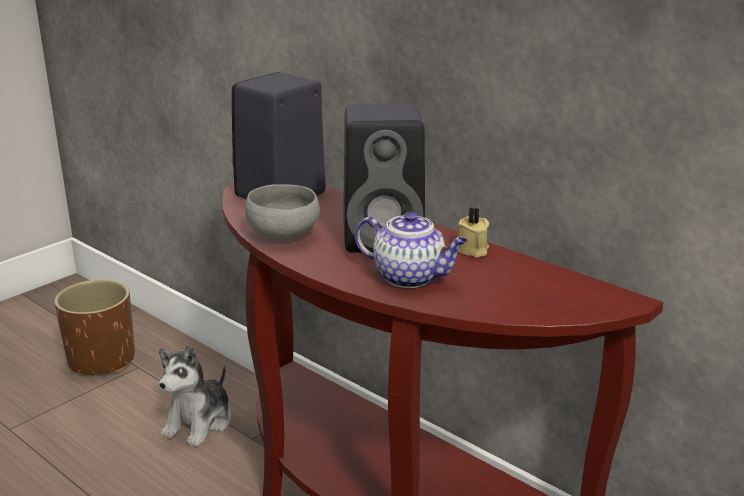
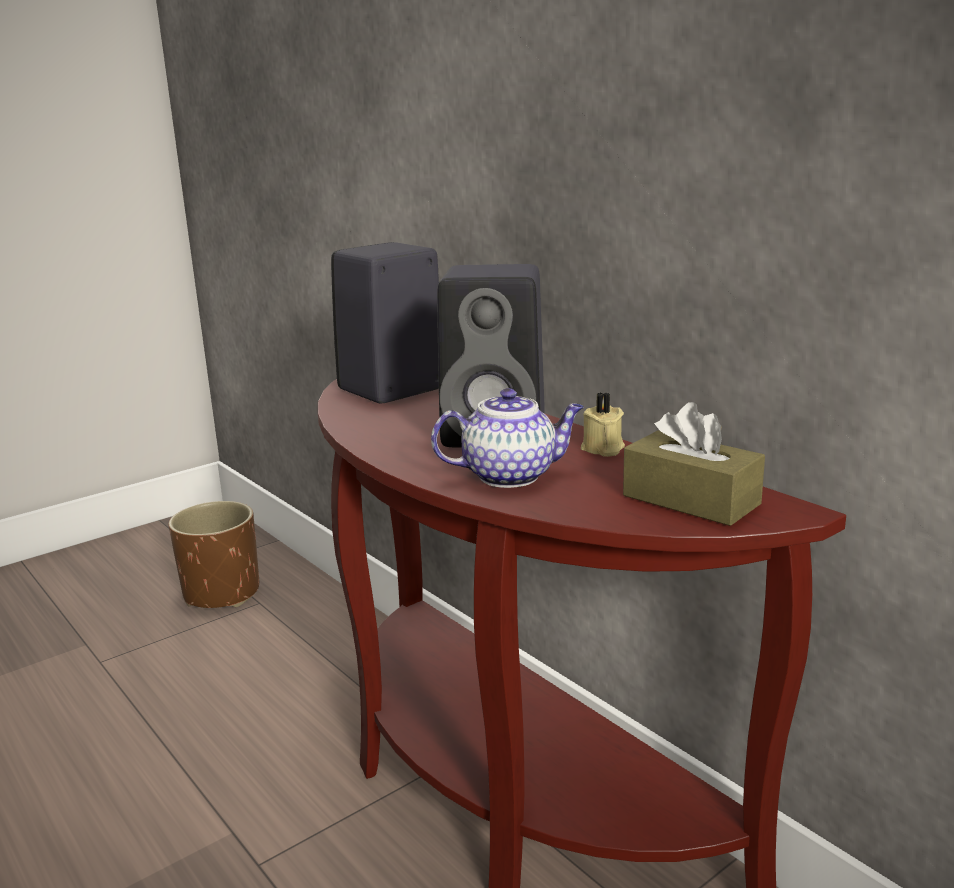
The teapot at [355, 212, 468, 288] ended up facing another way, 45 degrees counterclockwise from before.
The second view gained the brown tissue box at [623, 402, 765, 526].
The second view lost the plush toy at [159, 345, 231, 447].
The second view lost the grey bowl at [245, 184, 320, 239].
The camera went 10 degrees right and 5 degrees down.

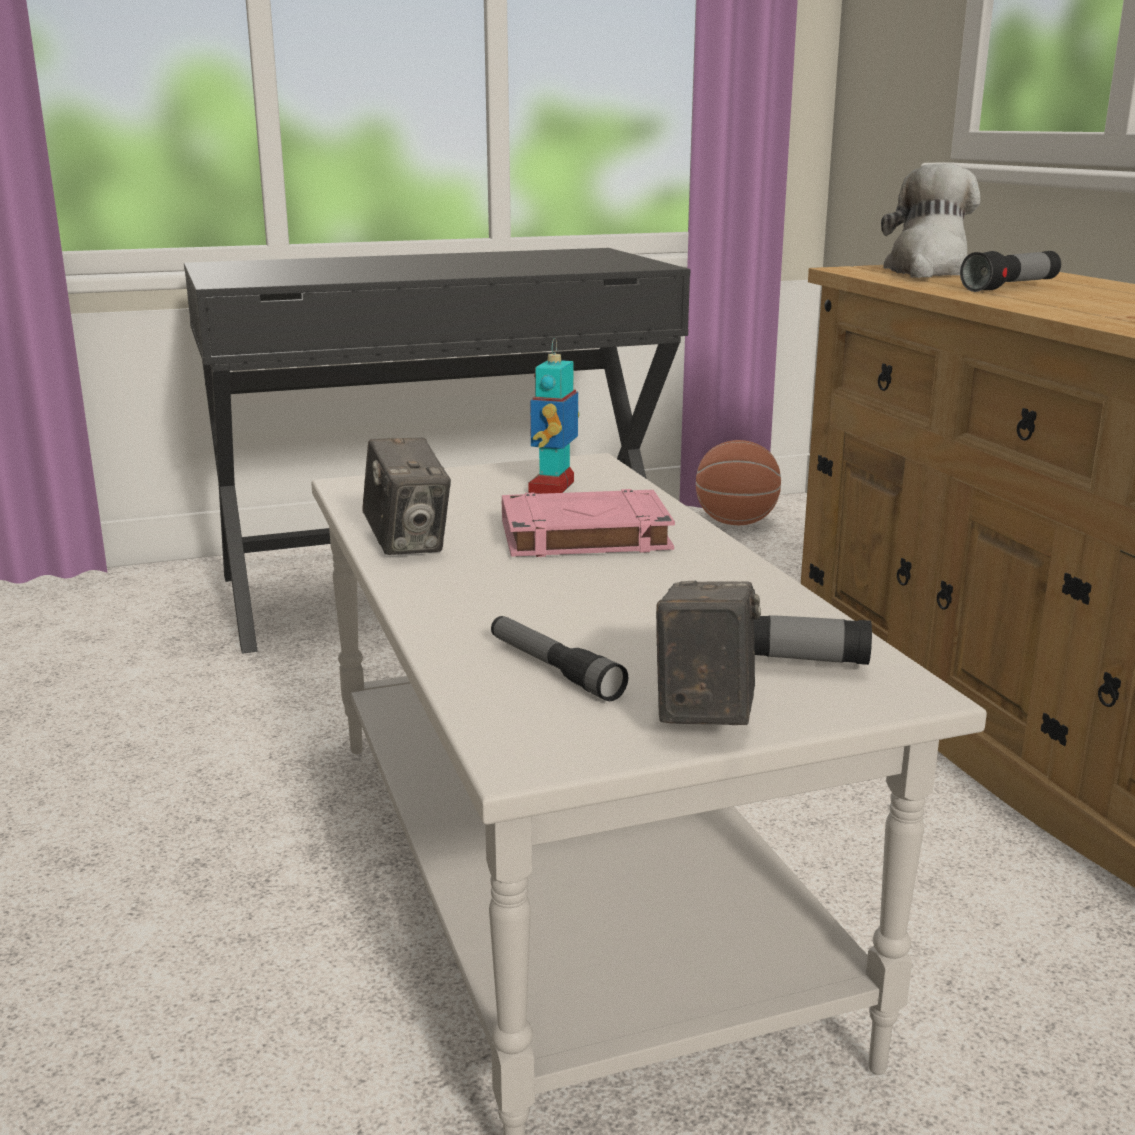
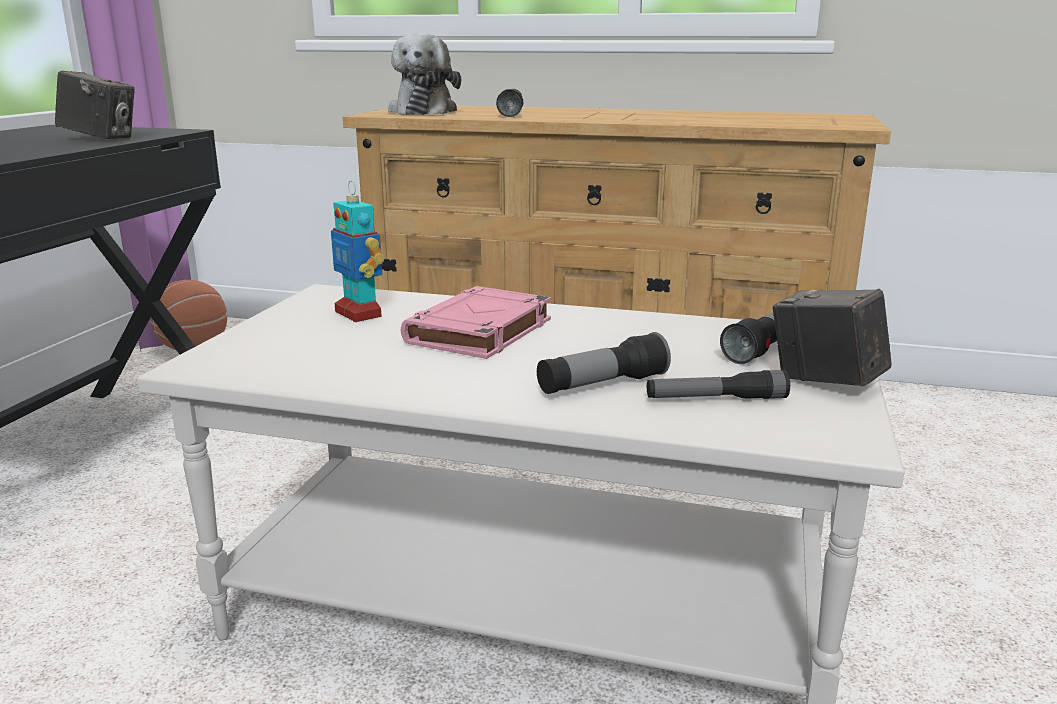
The photo camera ended up elsewhere, having gone from [362, 438, 451, 555] to [55, 71, 135, 139].
The plush toy at [881, 163, 980, 278] ended up facing another way, 150 degrees counterclockwise from before.
The second view gained the flashlight at [537, 332, 671, 394].
The camera went 55 degrees left and 0 degrees up.

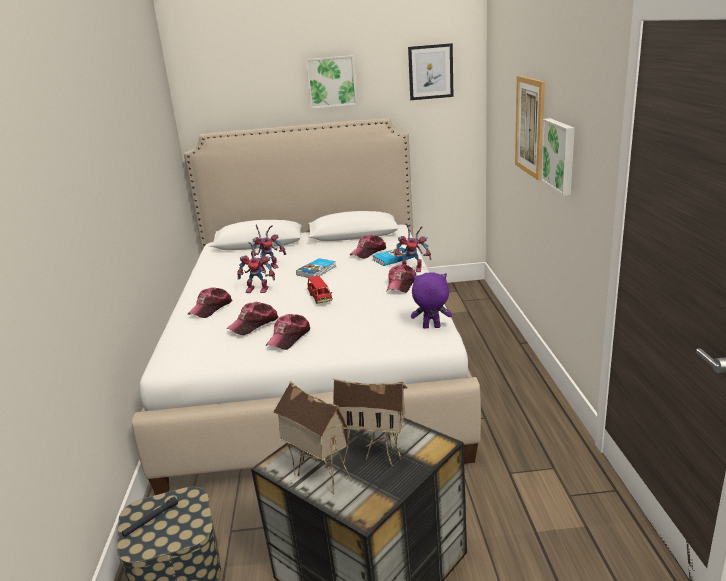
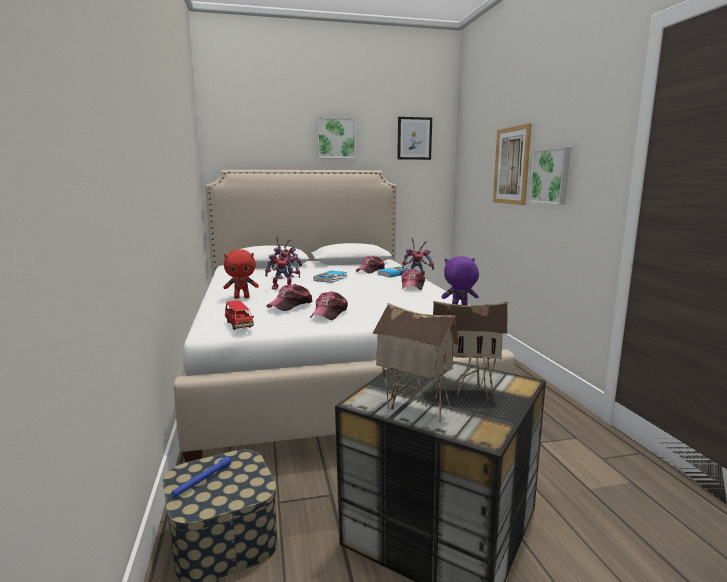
What was the black flashlight at [122, 497, 178, 537] turned into the blue flashlight at [171, 456, 231, 497].
Where the cap stood at [188, 288, 232, 318], the red plush toy came to stand at [223, 249, 259, 299].
The red toy car ended up elsewhere, having gone from [307, 276, 333, 303] to [225, 300, 254, 330].
The camera went 10 degrees left and 10 degrees down.

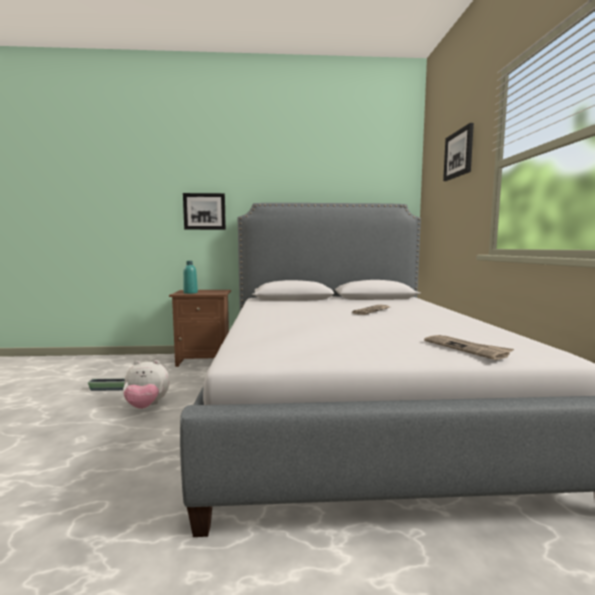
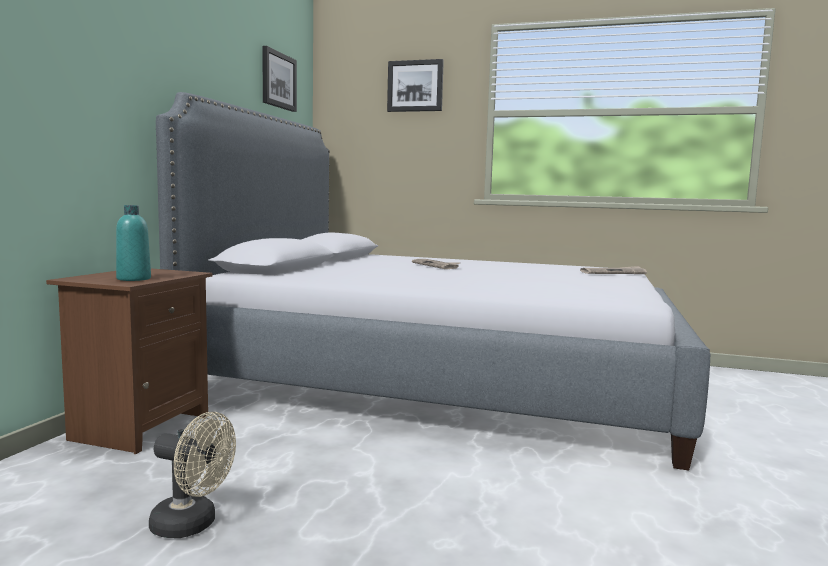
Where the planter stood at [88, 378, 125, 391], the beige fan came to stand at [149, 412, 236, 538].
The picture ended up elsewhere, having gone from [183, 193, 226, 230] to [262, 46, 297, 112].
The second view lost the plush toy at [123, 360, 170, 409].
The camera went 70 degrees left and 0 degrees up.

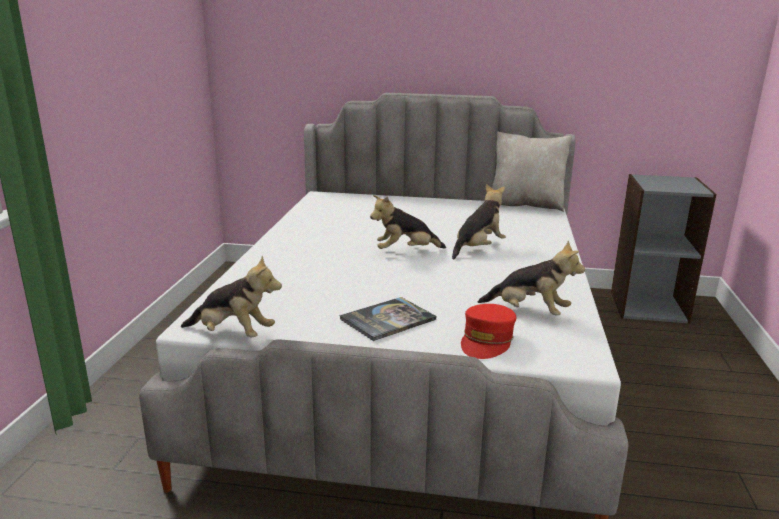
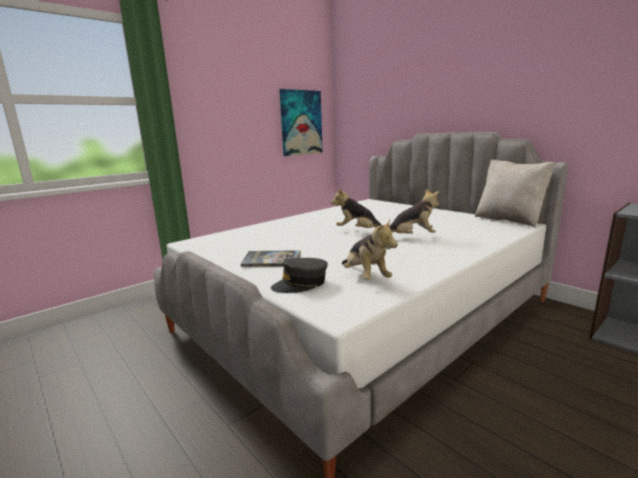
What was the red cap at [461, 304, 516, 359] turned into the grey cap at [271, 258, 328, 293].
The second view gained the picture at [279, 89, 323, 156].
The second view lost the plush toy at [181, 256, 282, 338].
The camera went 40 degrees right and 5 degrees down.

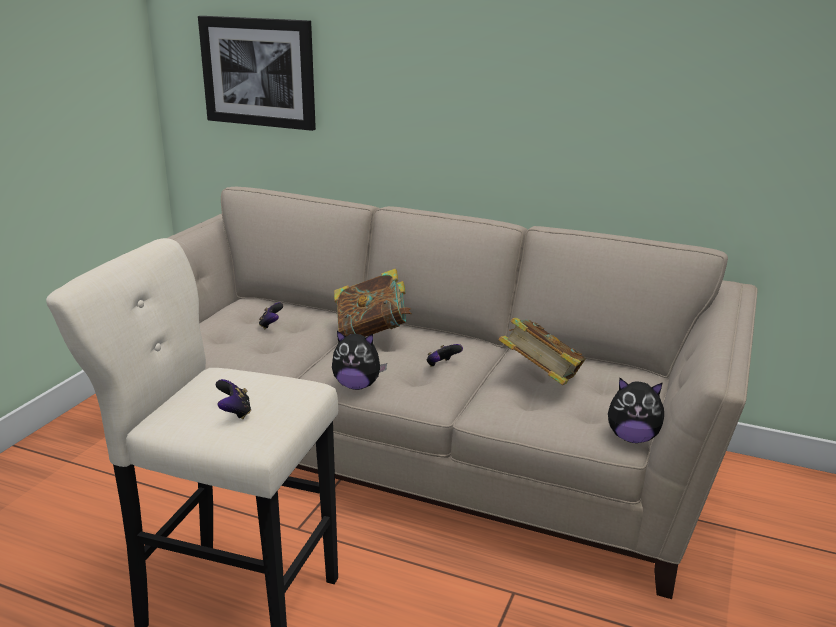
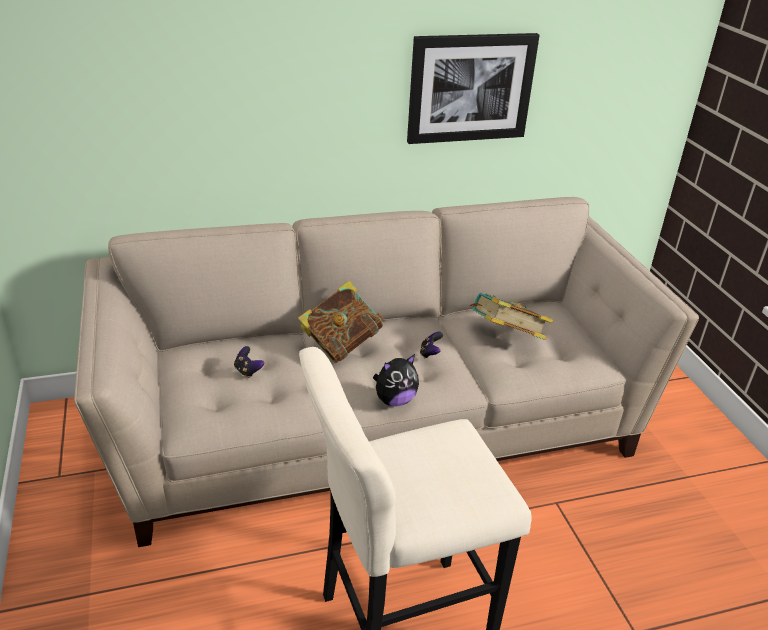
The picture ended up elsewhere, having gone from [198, 16, 316, 131] to [407, 33, 540, 144].
The second view lost the game controller at [216, 379, 251, 419].
The second view lost the plush toy at [608, 378, 664, 443].
The camera went 40 degrees left and 10 degrees up.

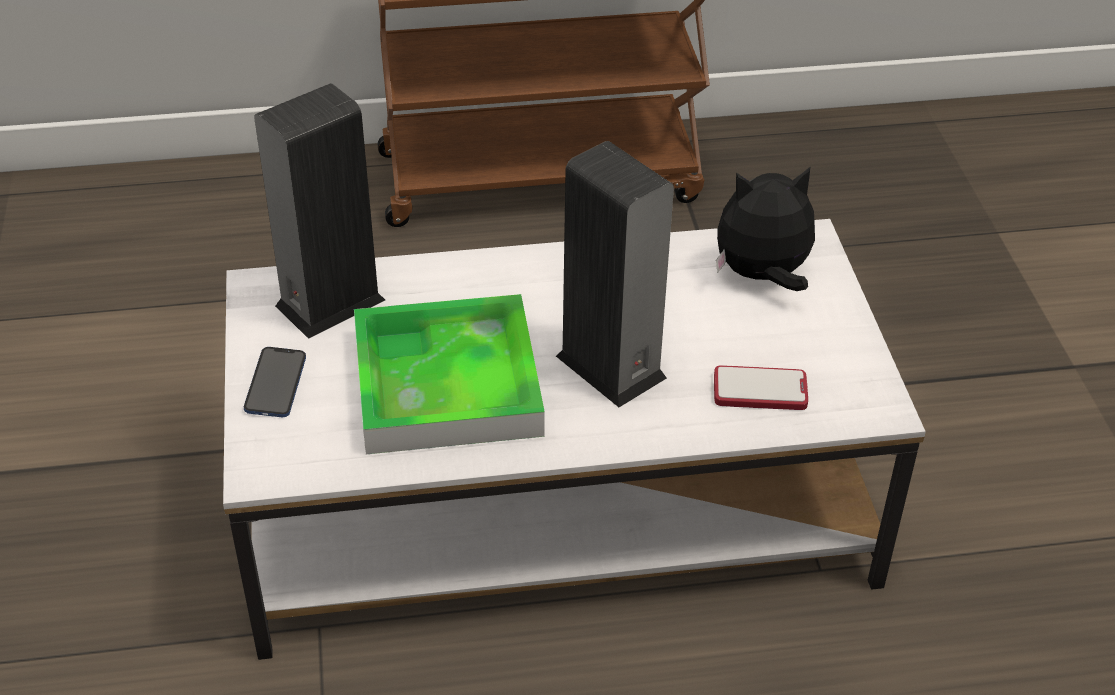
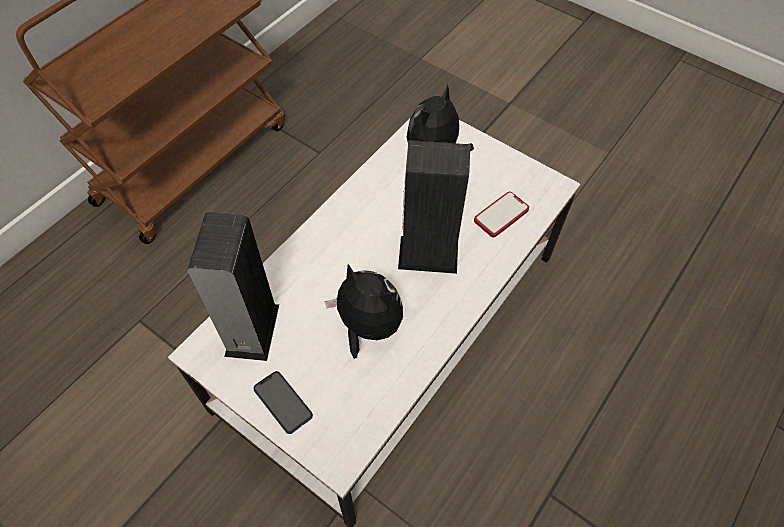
Where the tray stood at [354, 294, 545, 454], the plush toy came to stand at [325, 264, 403, 359].
The camera went 45 degrees left and 15 degrees up.

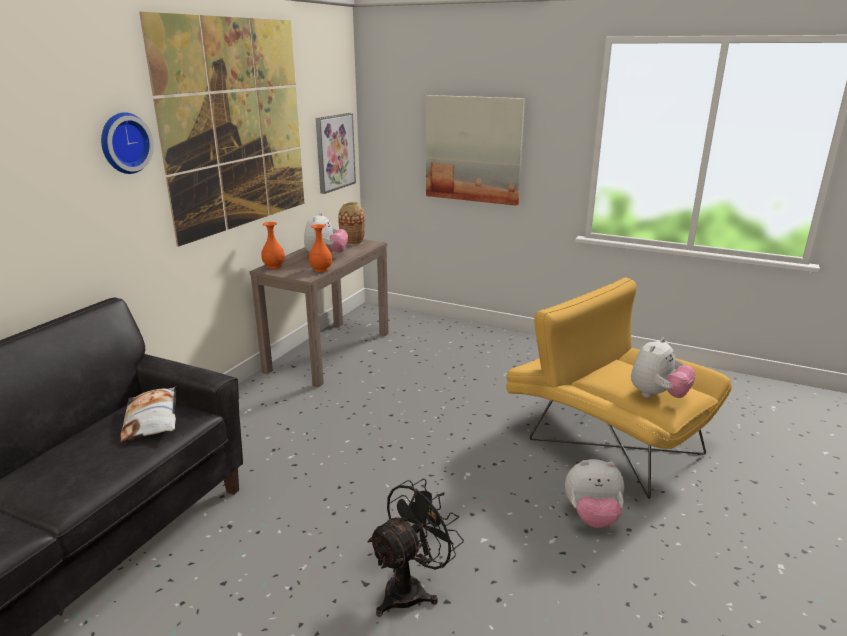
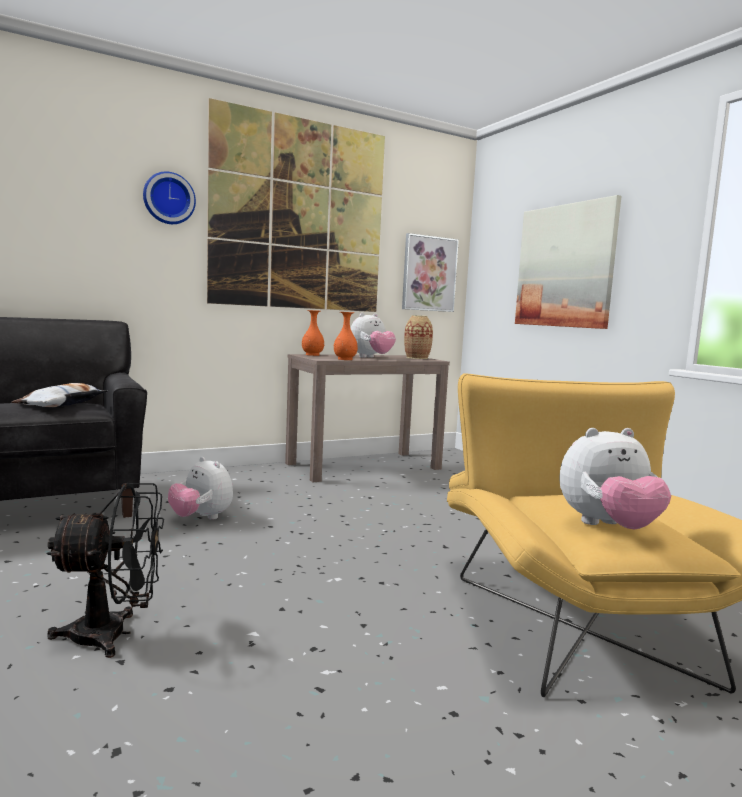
The plush toy ended up elsewhere, having gone from [565, 459, 624, 528] to [168, 457, 233, 520].
The camera went 35 degrees right and 15 degrees down.

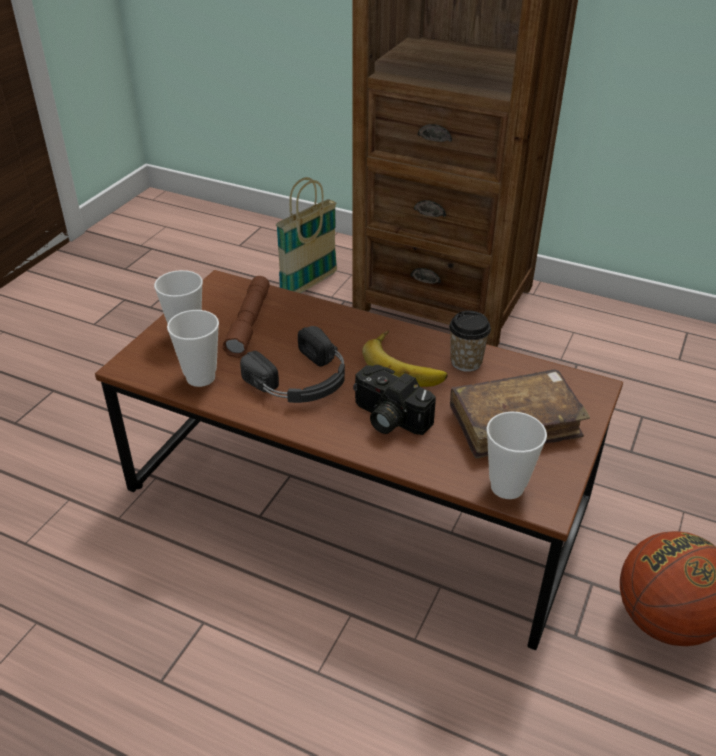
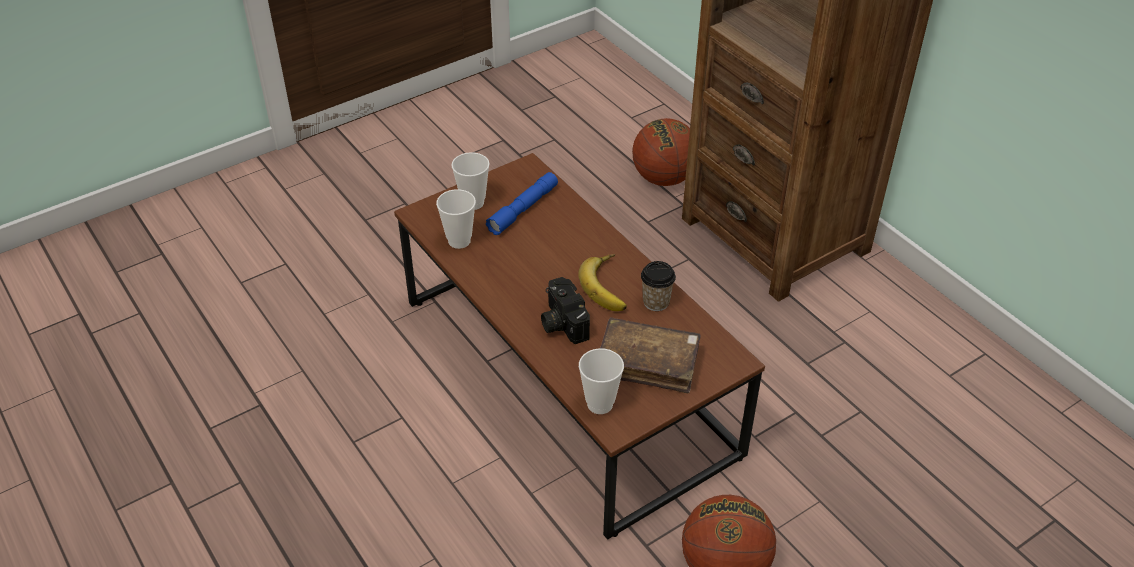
What was the brown flashlight at [222, 276, 270, 358] turned into the blue flashlight at [486, 172, 558, 235].
Where the basket stood at [276, 177, 337, 293], the basketball came to stand at [632, 118, 690, 186].
The second view lost the black headphones at [240, 326, 345, 403].
The camera went 30 degrees right and 5 degrees up.

